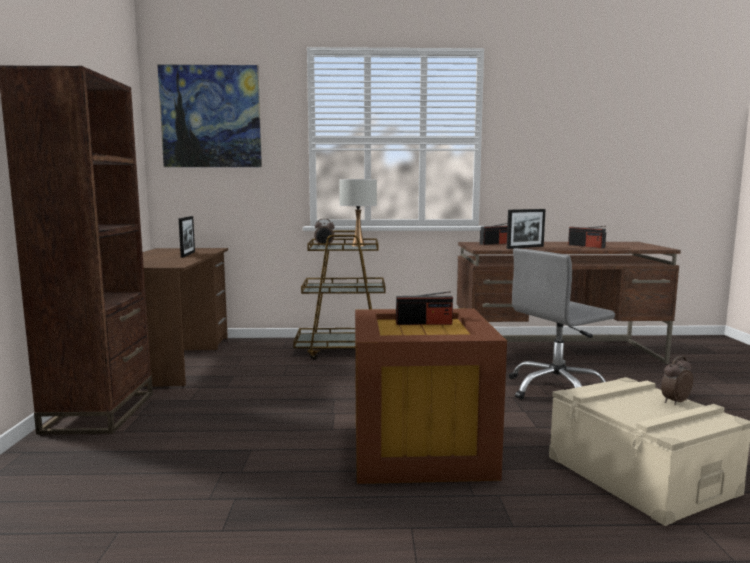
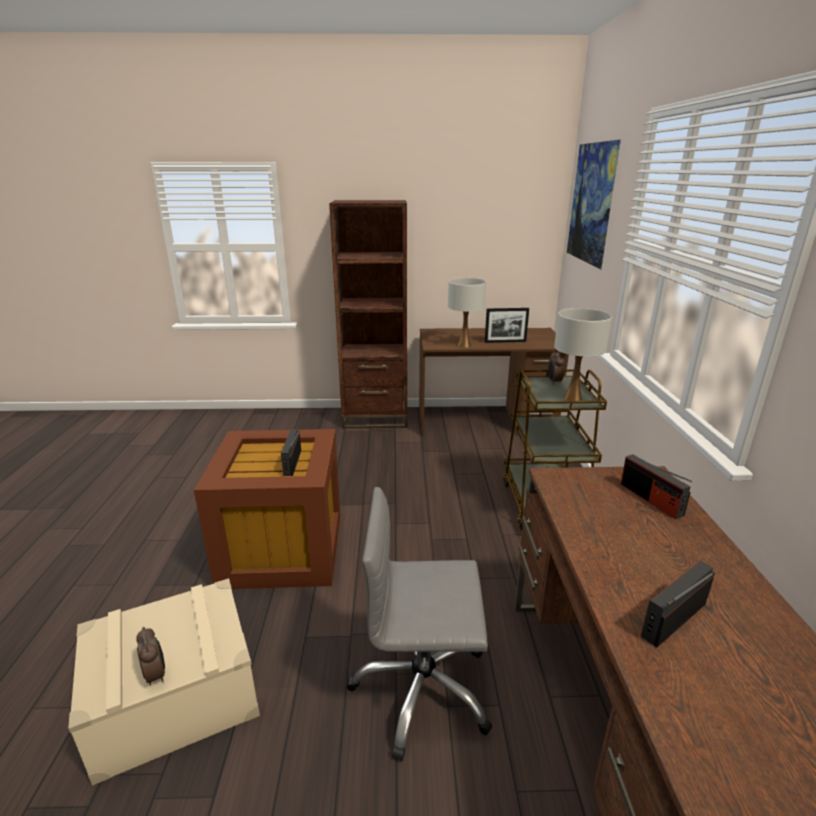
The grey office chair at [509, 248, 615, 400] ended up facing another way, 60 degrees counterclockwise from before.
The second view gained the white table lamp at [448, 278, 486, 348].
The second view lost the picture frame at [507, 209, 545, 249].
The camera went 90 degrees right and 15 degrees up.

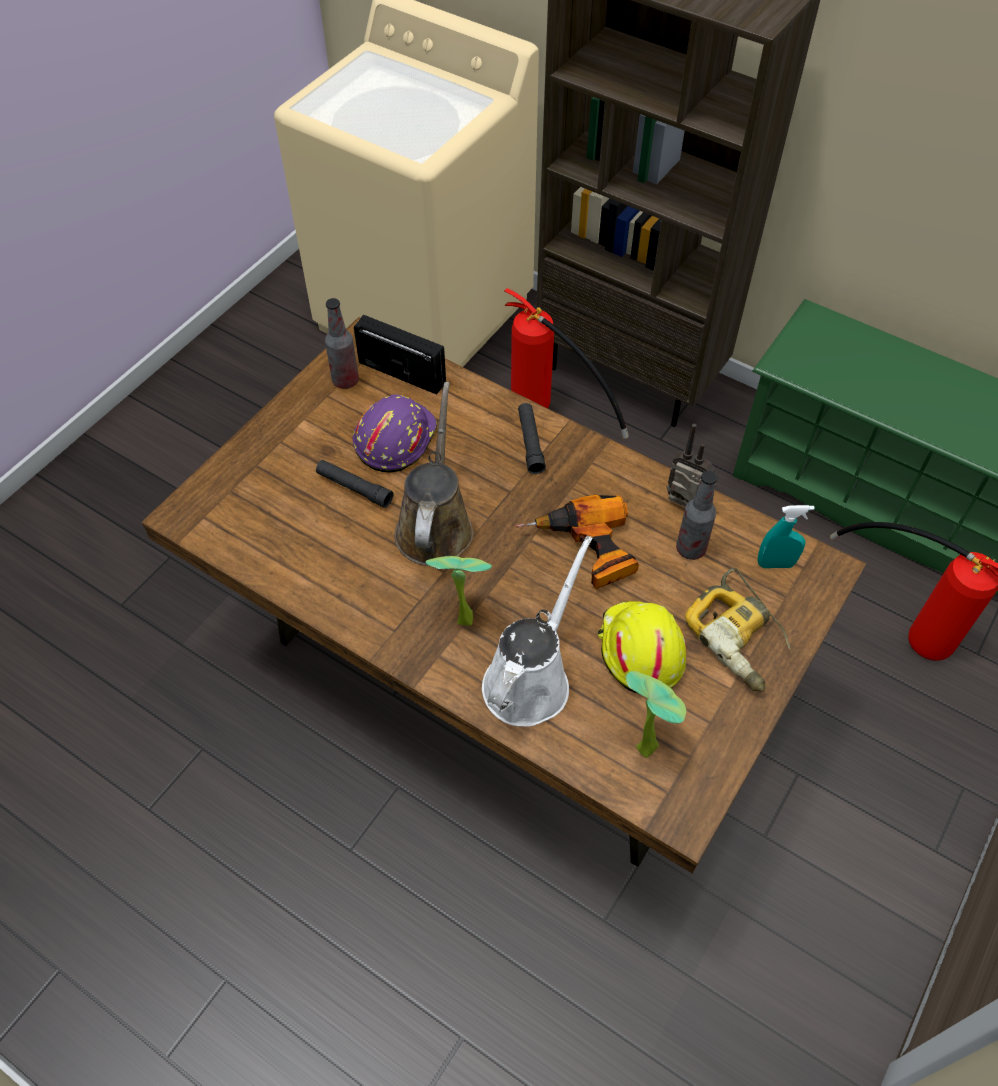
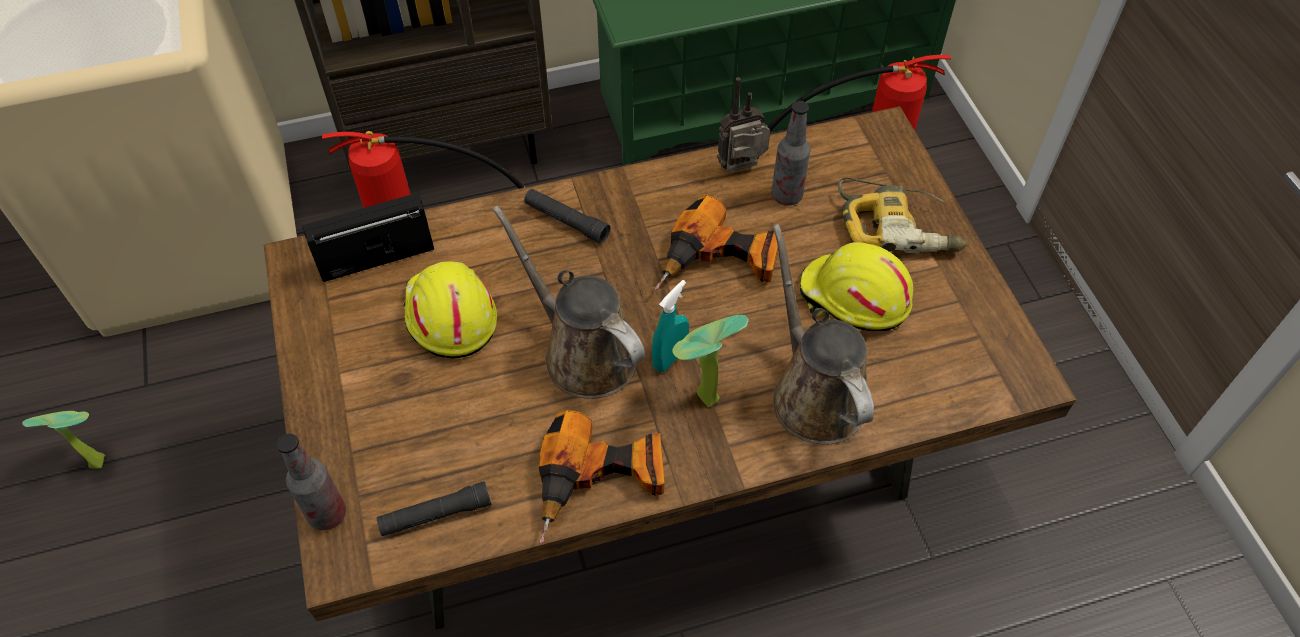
The potted plant ended up elsewhere, having gone from [626, 671, 686, 757] to [22, 411, 105, 469].
The bottle ended up elsewhere, having gone from [325, 298, 359, 389] to [277, 433, 346, 530].
The black flashlight ended up elsewhere, having gone from [316, 460, 394, 508] to [376, 481, 492, 536].
What was the purple hard hat at [353, 394, 438, 472] turned into the yellow hard hat at [403, 261, 497, 359].
The second view gained the power drill at [539, 410, 664, 545].
The turquoise spray bottle ended up elsewhere, having gone from [758, 505, 814, 568] to [652, 280, 689, 372].
What was the white watering can at [482, 536, 593, 727] turned into the brown watering can at [773, 224, 874, 444].
The camera went 50 degrees left and 0 degrees up.

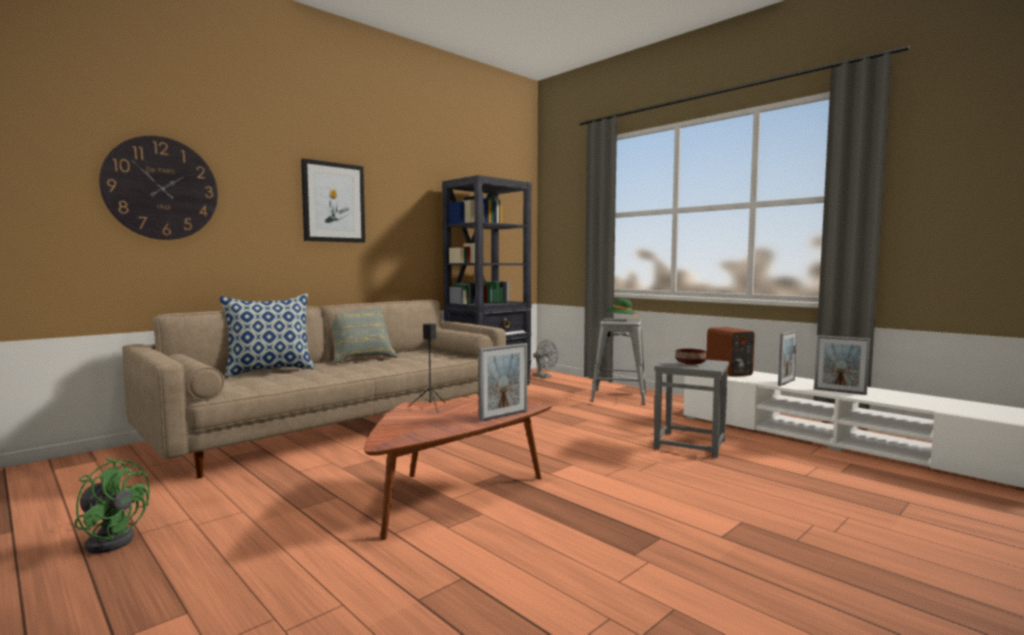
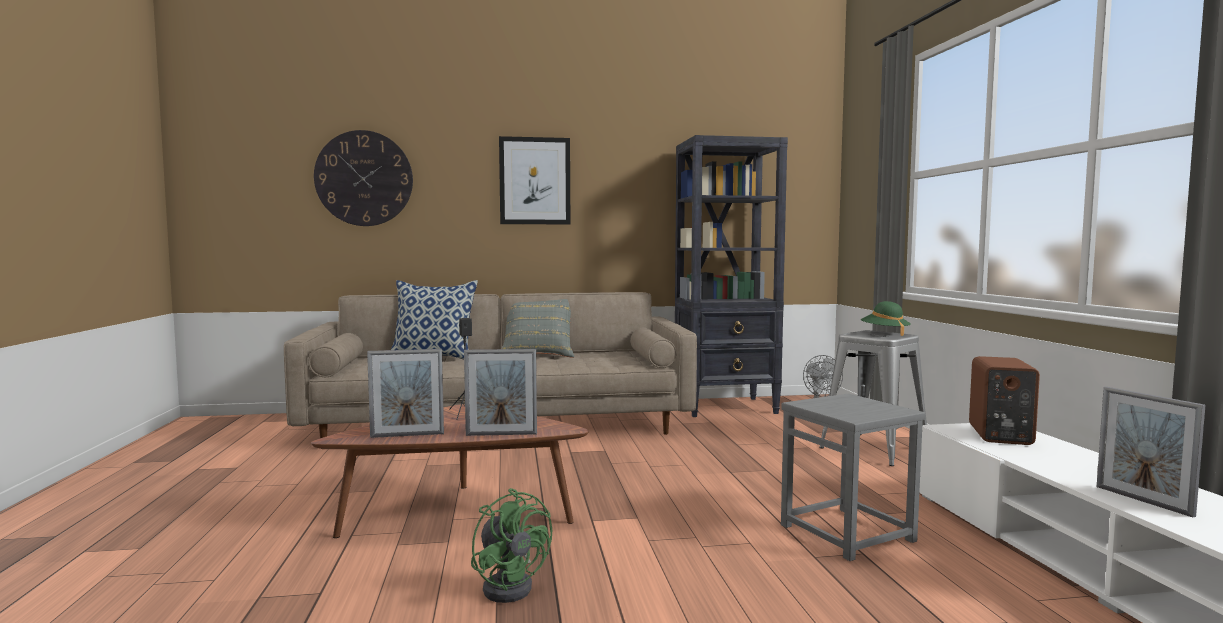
The picture frame ended up elsewhere, having gone from [778, 330, 797, 386] to [367, 349, 444, 438].
The green fan ended up elsewhere, having gone from [74, 458, 150, 554] to [471, 488, 552, 603].
The second view lost the brown bowl at [675, 349, 707, 365].
The camera went 35 degrees right and 0 degrees up.

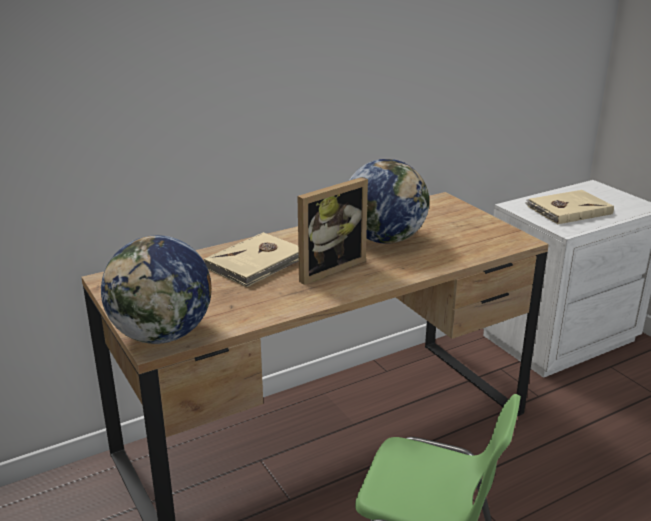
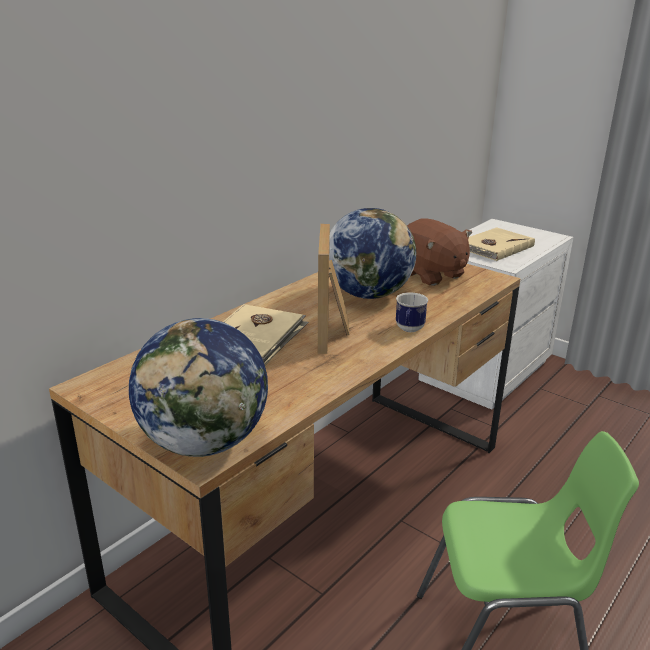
The picture frame at [297, 177, 368, 285] ended up facing another way, 150 degrees clockwise from before.
The second view gained the mug at [396, 292, 428, 332].
The second view gained the brown plush toy at [407, 219, 472, 286].
The camera went 20 degrees left and 0 degrees up.

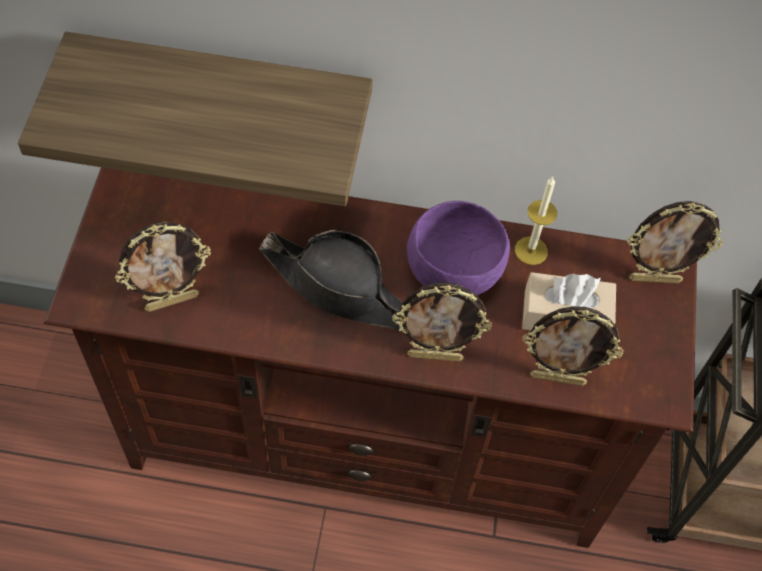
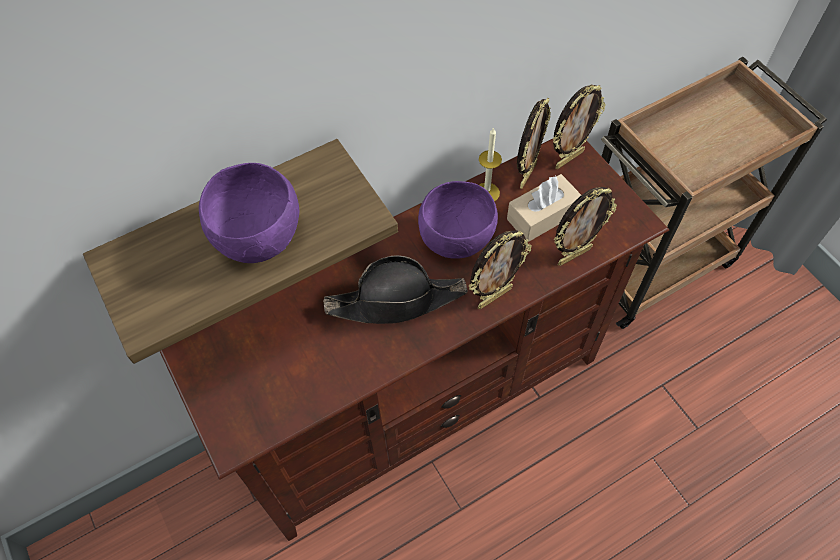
The second view gained the purple bowl at [199, 163, 299, 263].
The picture frame ended up elsewhere, having gone from [115, 222, 211, 312] to [517, 98, 551, 189].
The camera went 35 degrees left and 0 degrees up.

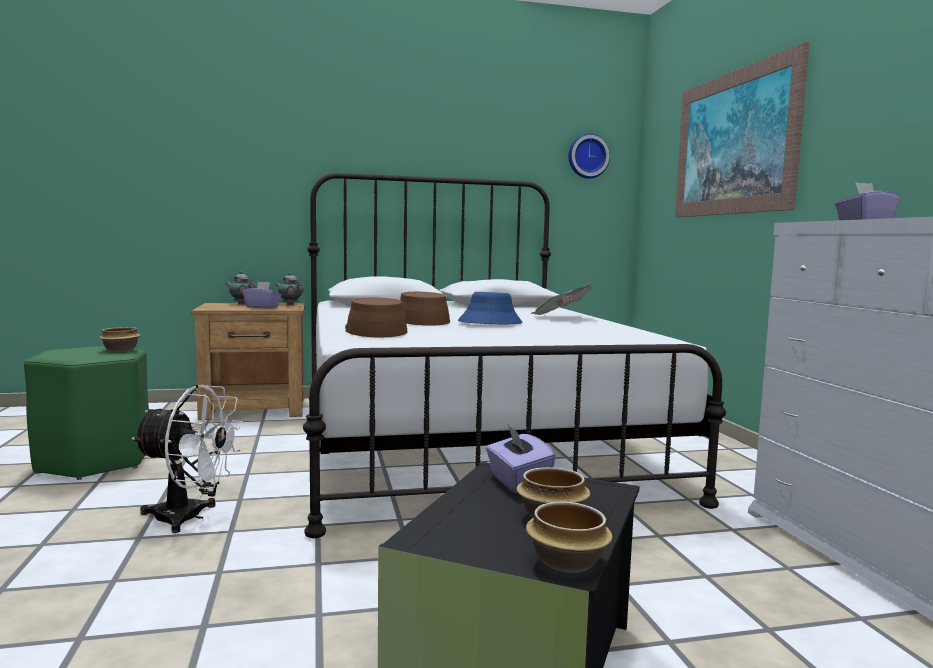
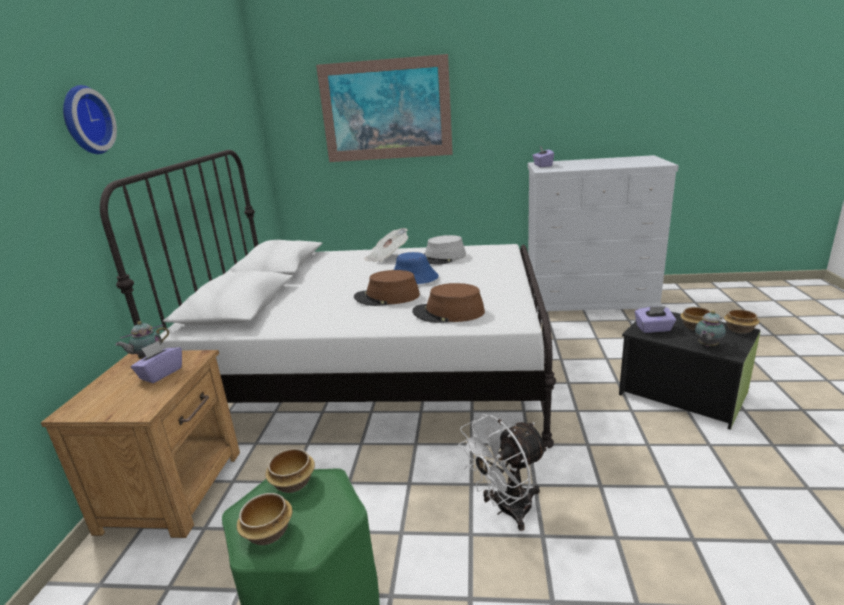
The wall clock ended up elsewhere, having gone from [568, 133, 610, 179] to [63, 85, 117, 154].
The second view gained the bowl at [237, 493, 292, 545].
The second view gained the grey hat at [424, 235, 466, 265].
The white fan at [131, 385, 243, 533] ended up facing another way, 150 degrees counterclockwise from before.
The teapot ended up elsewhere, having gone from [226, 271, 256, 304] to [695, 311, 726, 347].
The camera went 70 degrees left and 15 degrees up.

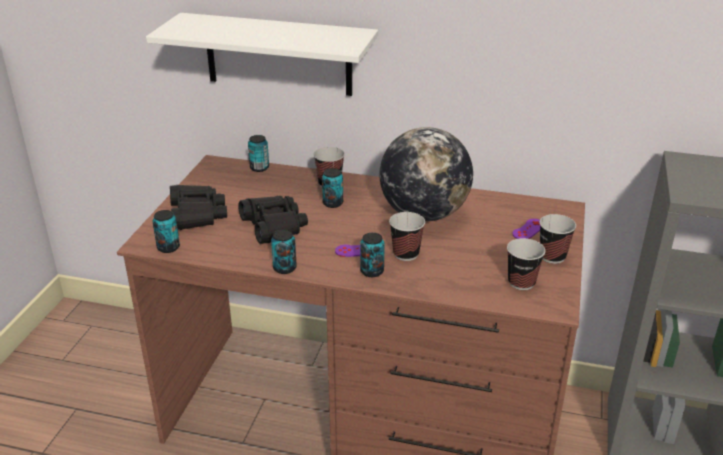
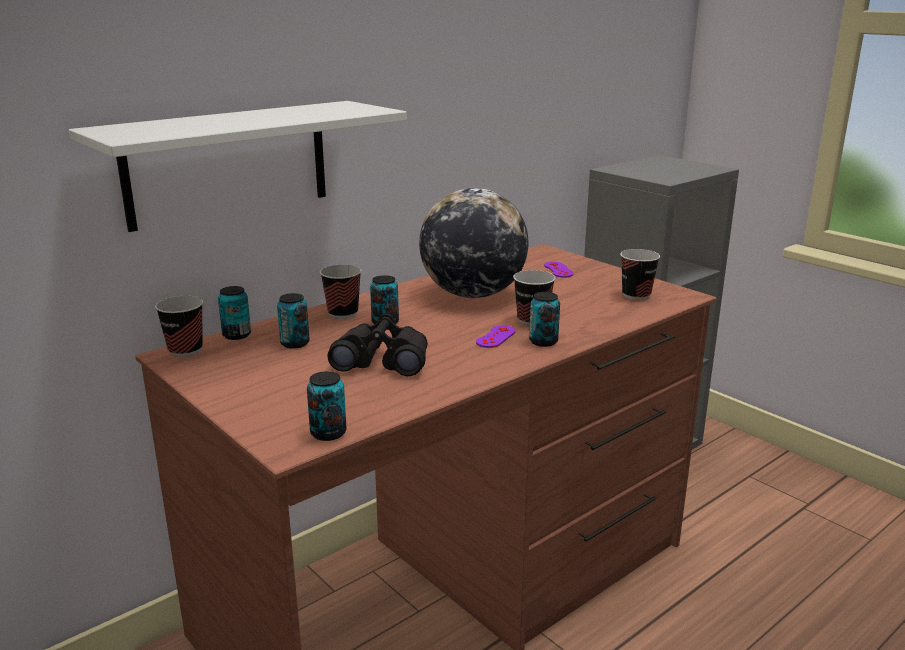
The cup ended up elsewhere, having gone from [539, 214, 576, 264] to [155, 296, 203, 357].
The can ended up elsewhere, having gone from [271, 229, 297, 274] to [277, 293, 310, 349].
The second view lost the black binoculars at [170, 185, 227, 230].
The camera went 55 degrees left and 10 degrees down.

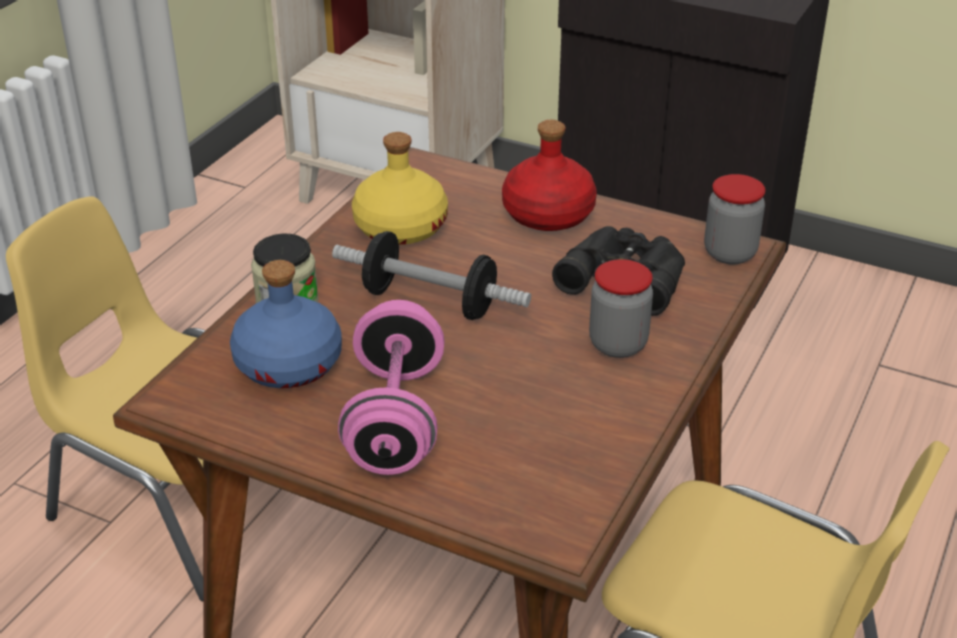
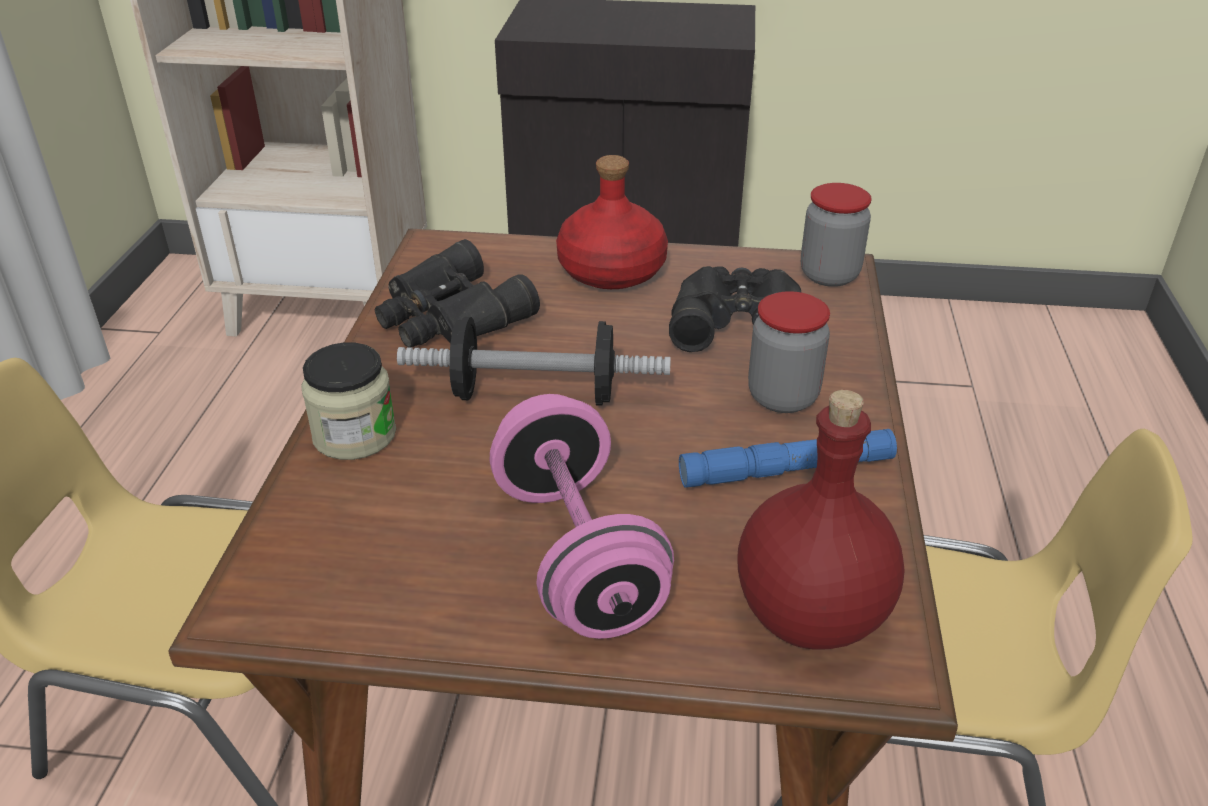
Where the yellow bottle stood at [352, 132, 448, 245], the black binoculars came to stand at [374, 239, 540, 347].
The second view gained the blue flashlight at [679, 429, 897, 488].
The second view gained the red bottle at [737, 390, 905, 650].
The second view lost the blue bottle at [230, 260, 342, 388].
The camera went 20 degrees left and 0 degrees up.

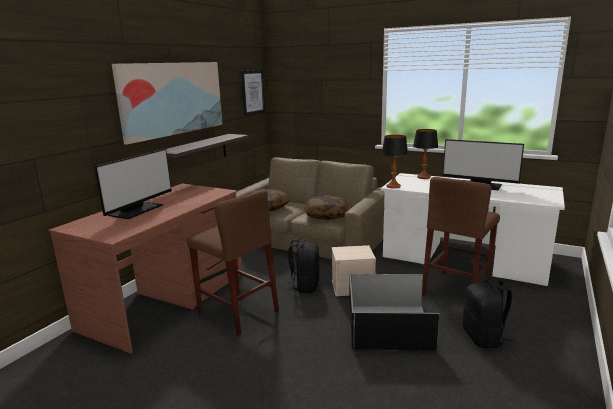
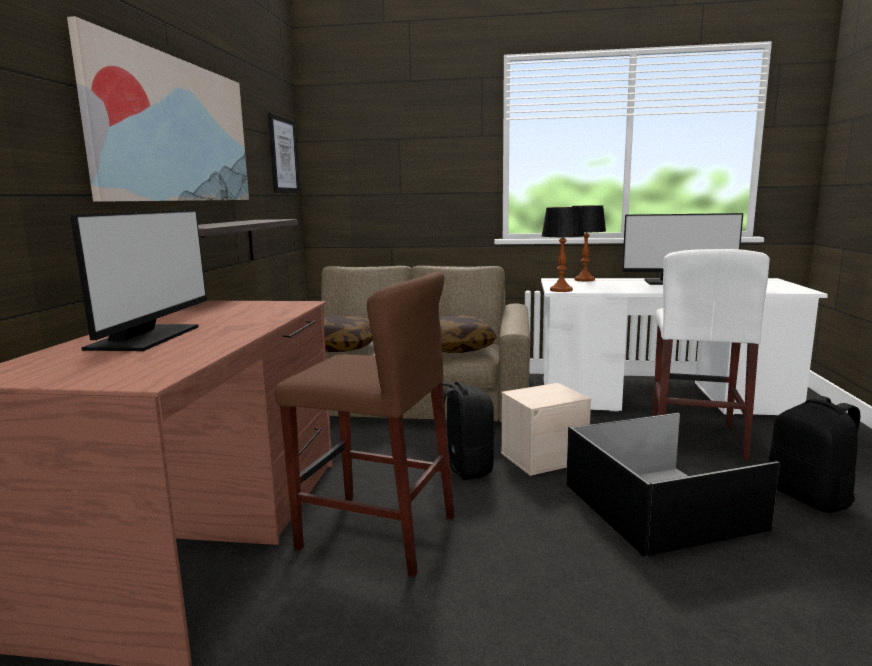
What was the brown stool at [422, 177, 500, 295] turned into the white stool at [653, 249, 770, 461].
The camera went 20 degrees left and 5 degrees down.

